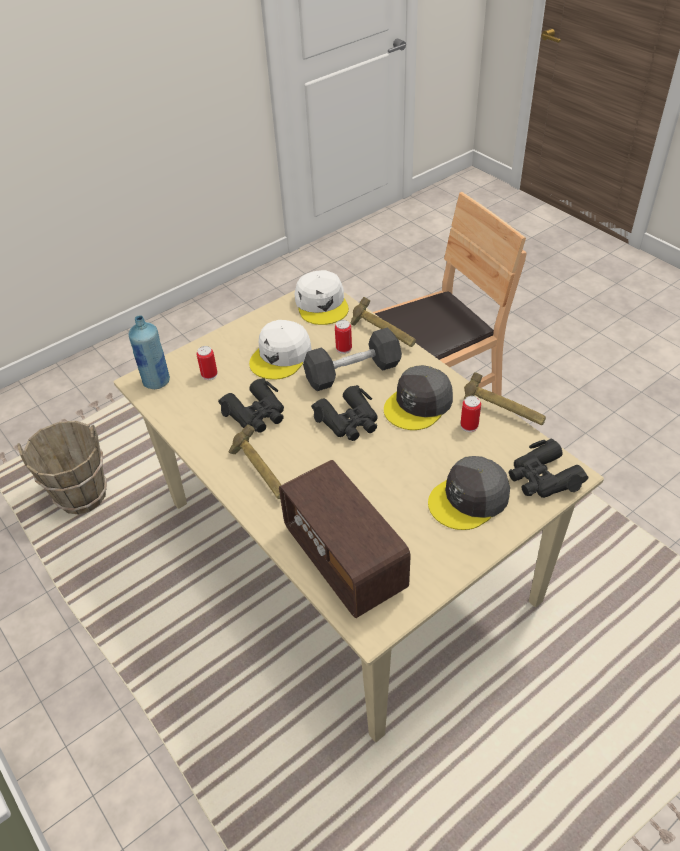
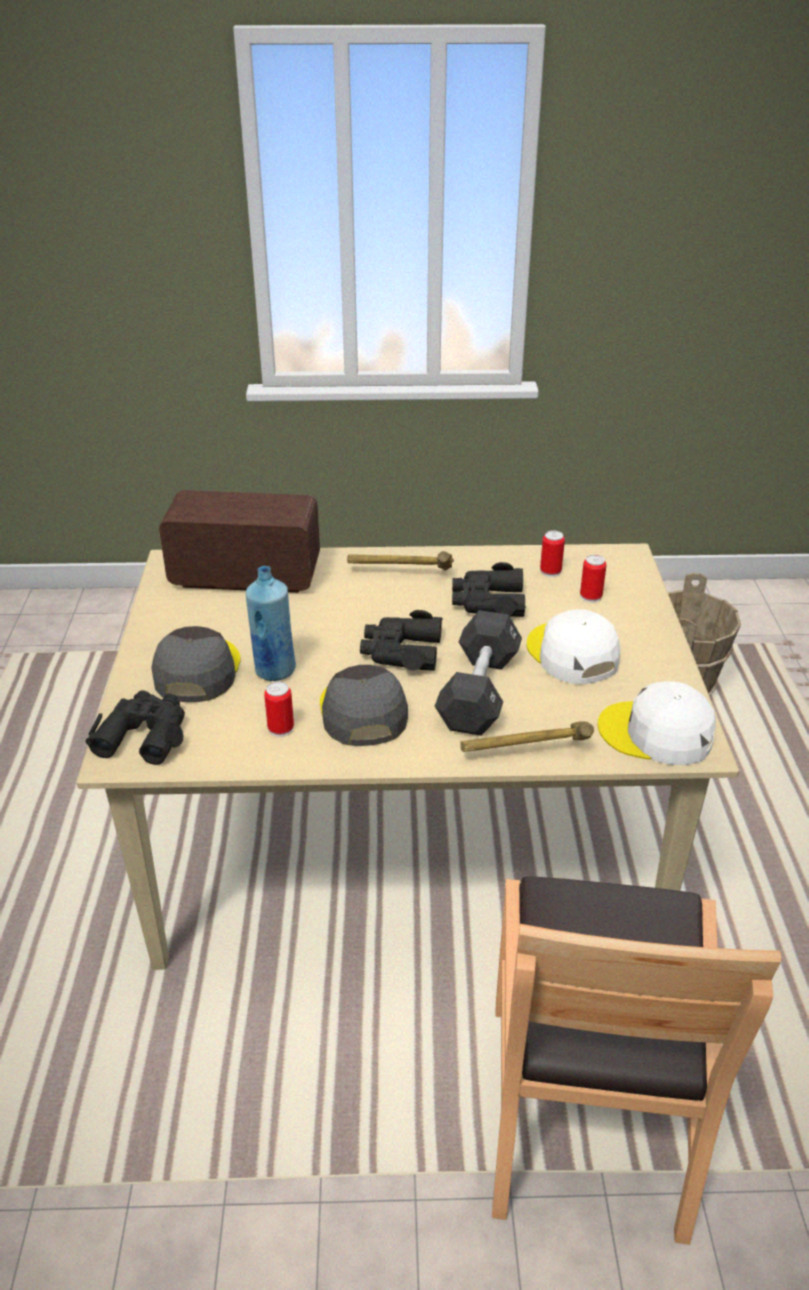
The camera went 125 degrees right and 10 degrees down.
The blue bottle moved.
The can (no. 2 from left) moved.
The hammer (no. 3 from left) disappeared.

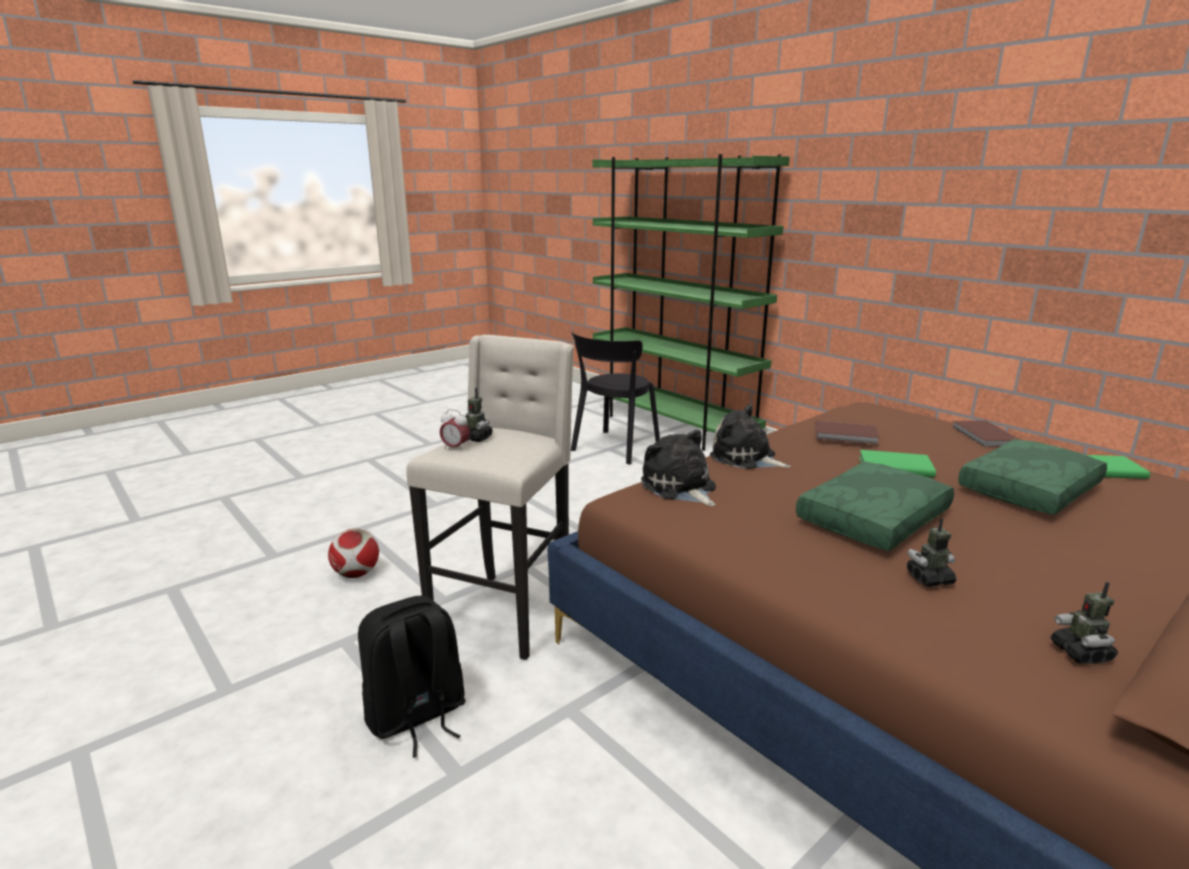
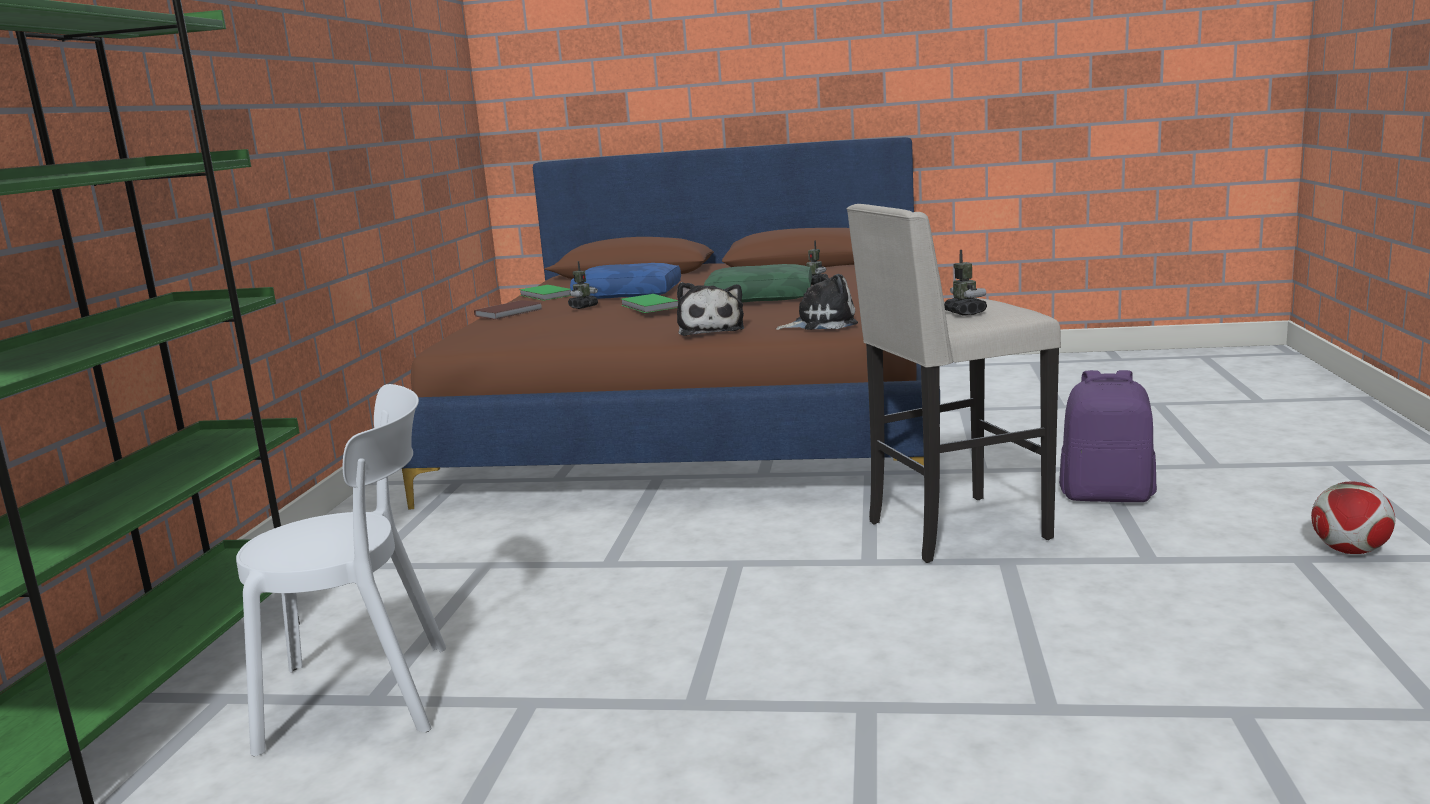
The camera went 130 degrees left and 5 degrees down.
The football moved.
The black backpack became the purple backpack.
The alarm clock disappeared.
The black chair became the white chair.
The plush toy (no. 1 from left in the first image) turned 120 degrees counterclockwise.
The brown book (no. 1 from left) disappeared.
The green pillow (no. 2 from left) became the blue pillow.
The toy robot (no. 3 from left in the first image) moved.

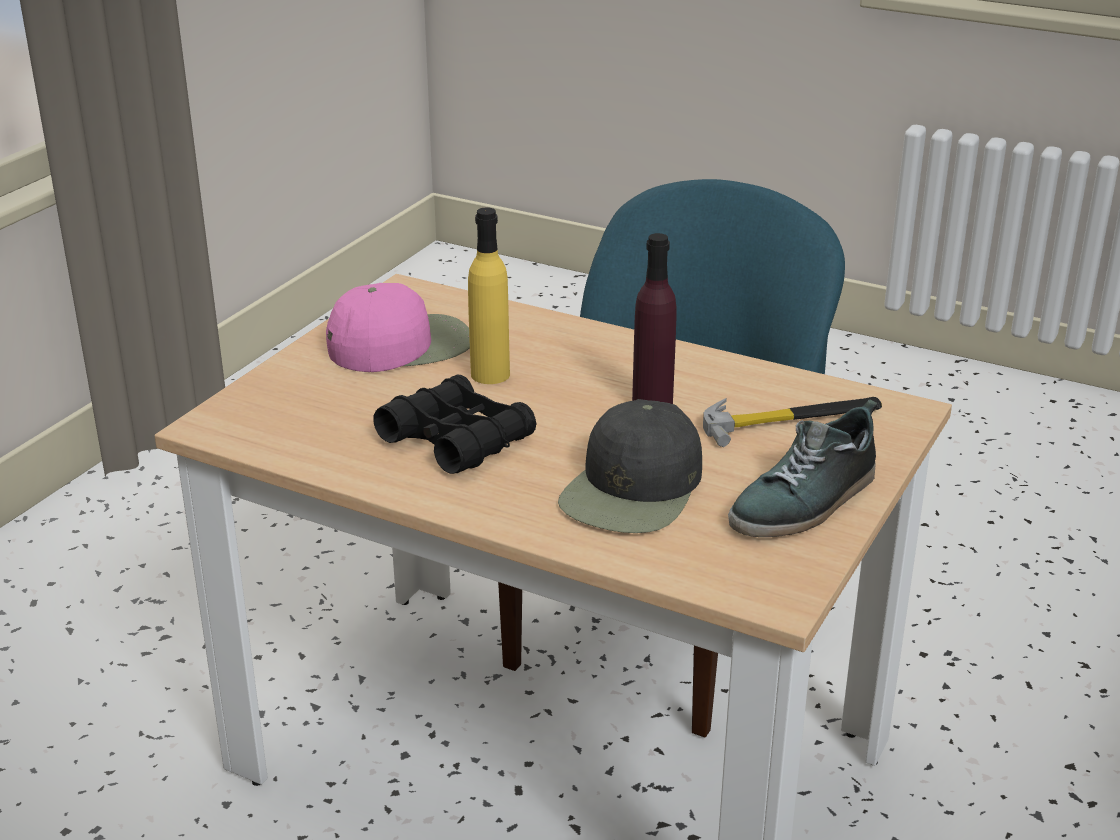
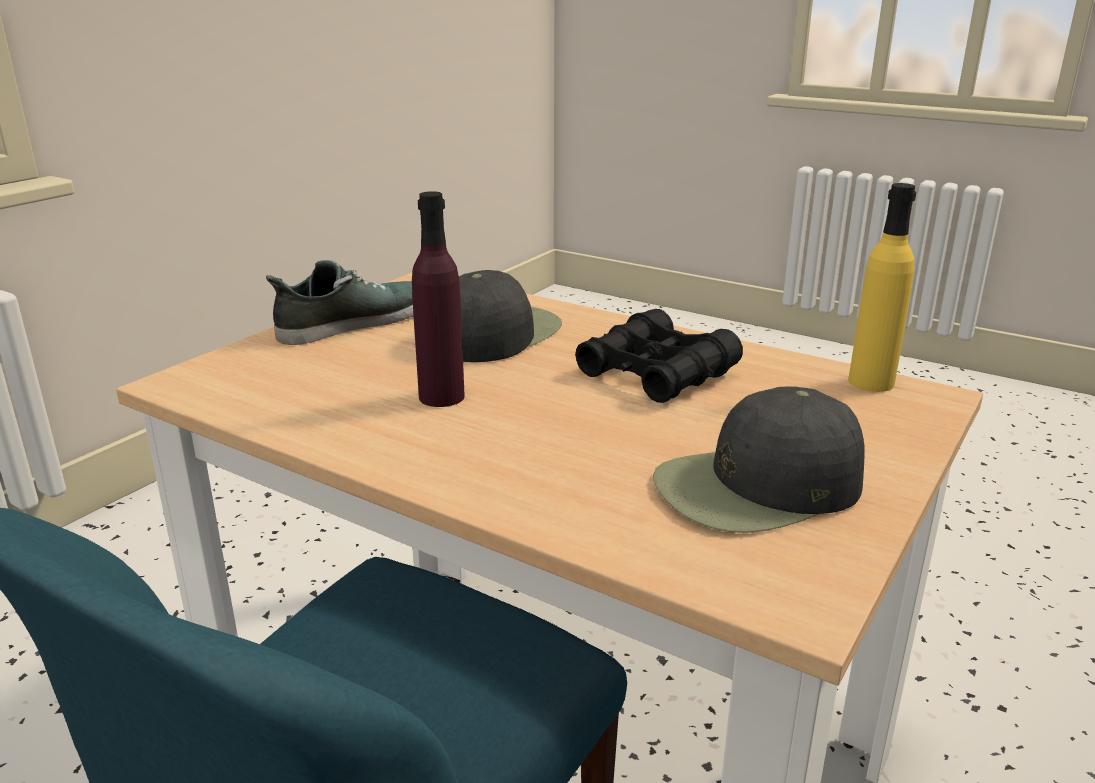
The camera went 175 degrees left and 5 degrees down.
The pink cap became the black cap (no. 2 from left).
The yellow bottle moved.
The hammer disappeared.

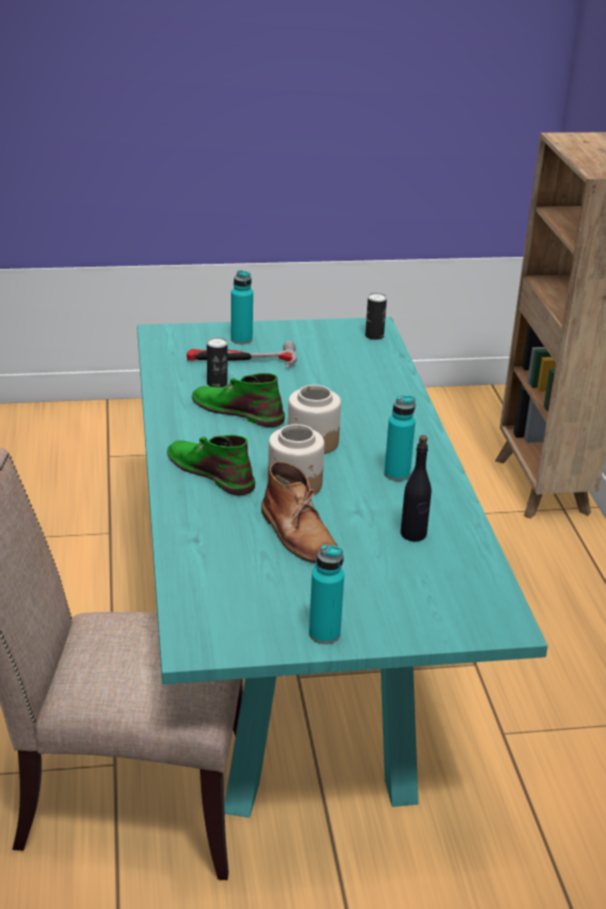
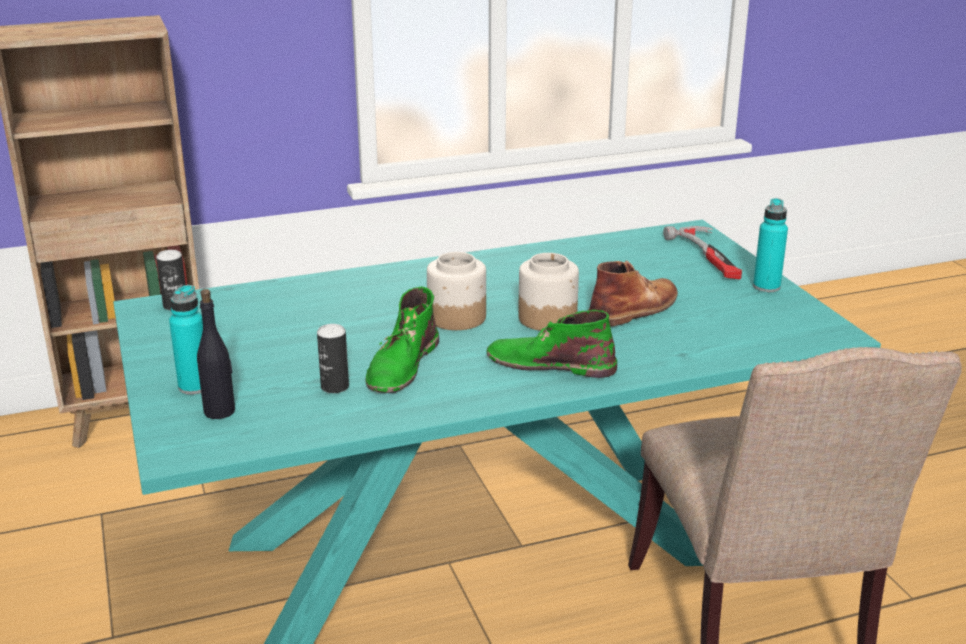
The camera went 100 degrees left and 5 degrees down.
The green boot (no. 1 from left in the first image) turned 75 degrees clockwise.
The hammer moved.
The turquoise bottle (no. 3 from left) disappeared.
The black bottle moved.

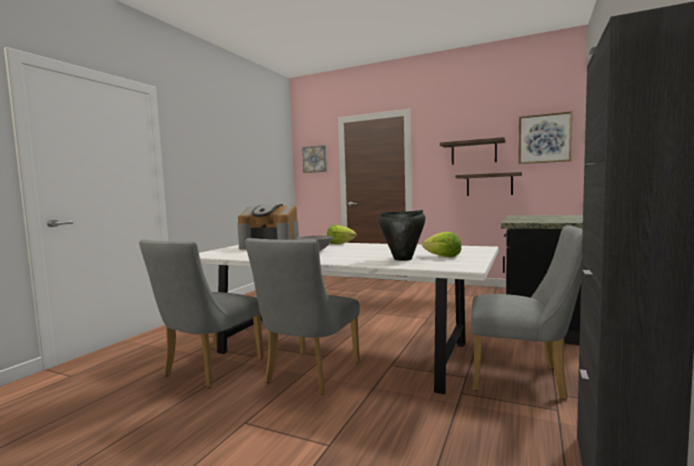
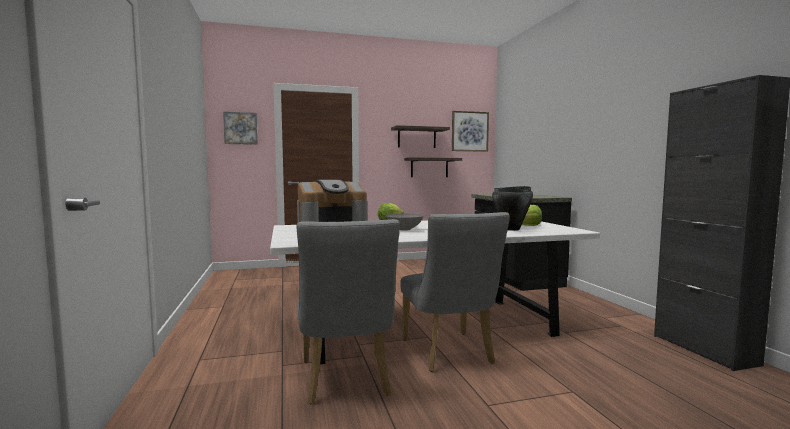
The camera went 40 degrees left and 0 degrees up.
The grey chair (no. 3 from left) disappeared.

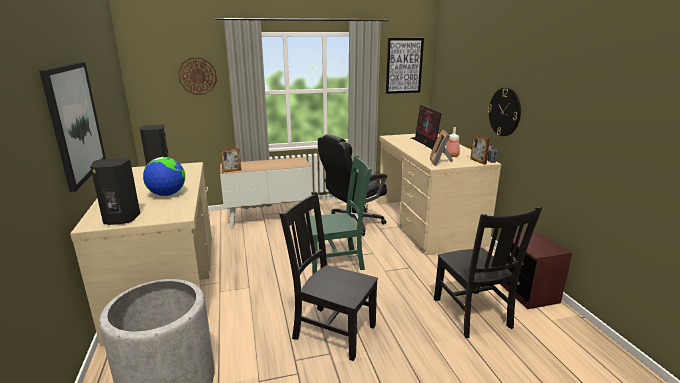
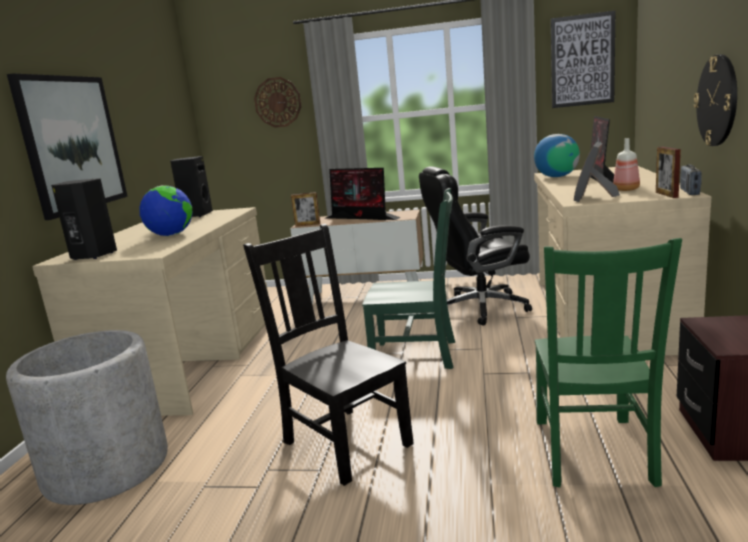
The camera went 25 degrees right and 5 degrees down.
The black chair (no. 2 from left) became the green chair (no. 2 from left).
The monitor (no. 1 from left) appeared.
The globe (no. 2 from left) appeared.

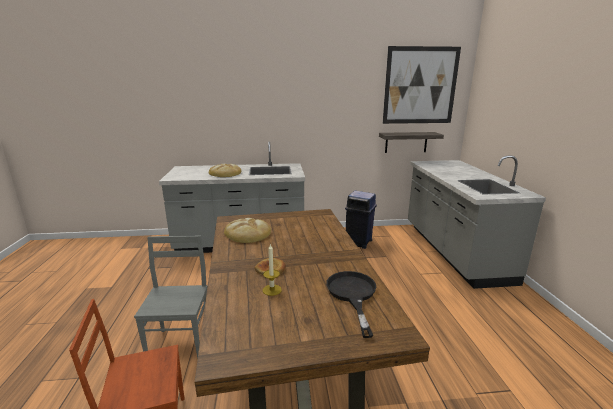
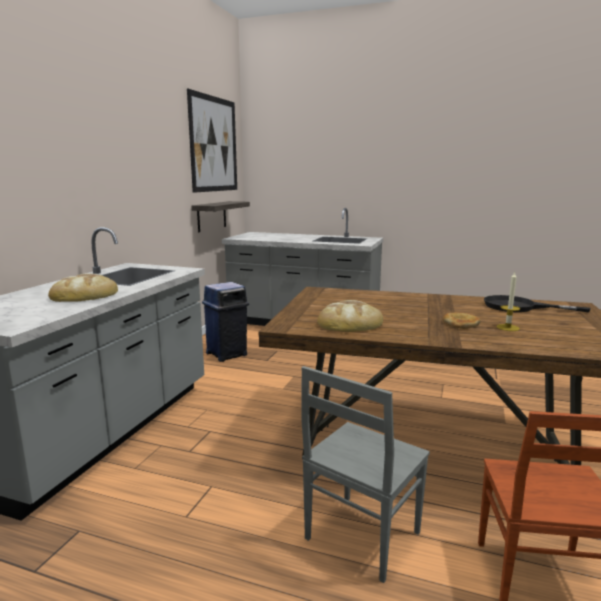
The camera went 65 degrees left and 5 degrees down.
The grey chair turned 75 degrees counterclockwise.

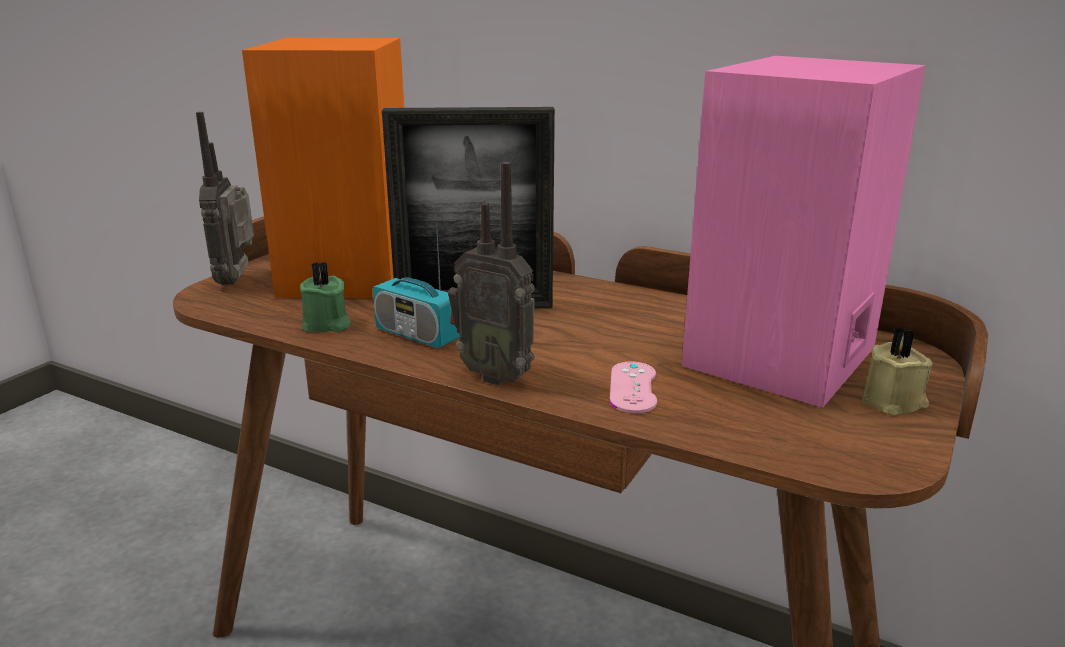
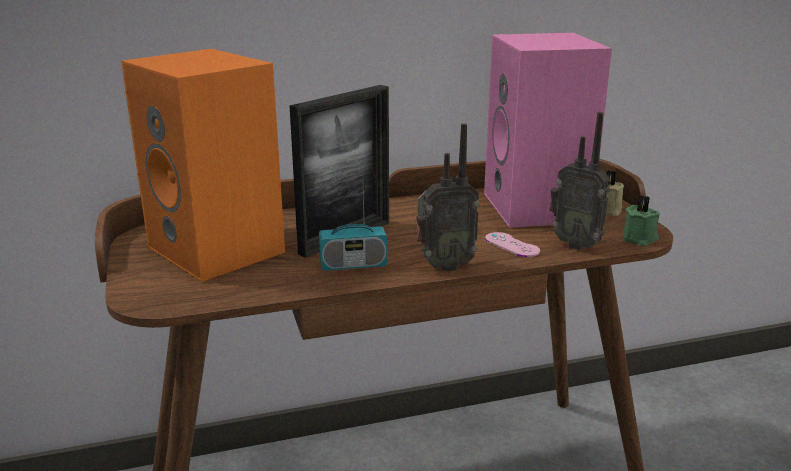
The camera went 45 degrees left and 0 degrees up.
The radio (no. 1 from left in the first image) moved.
The green candle moved.

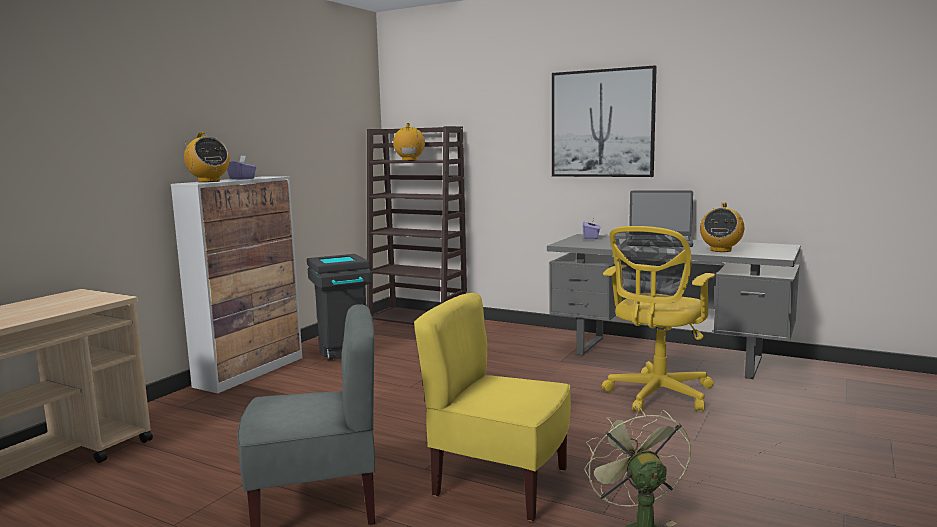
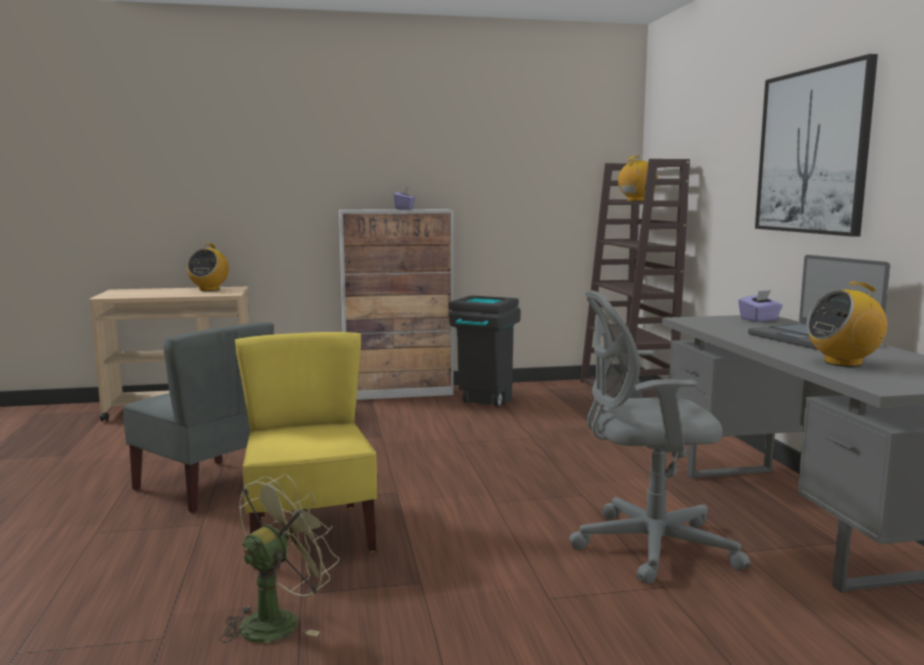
The camera went 50 degrees right and 0 degrees up.
The radio (no. 1 from left) moved.
The yellow office chair became the grey office chair.

